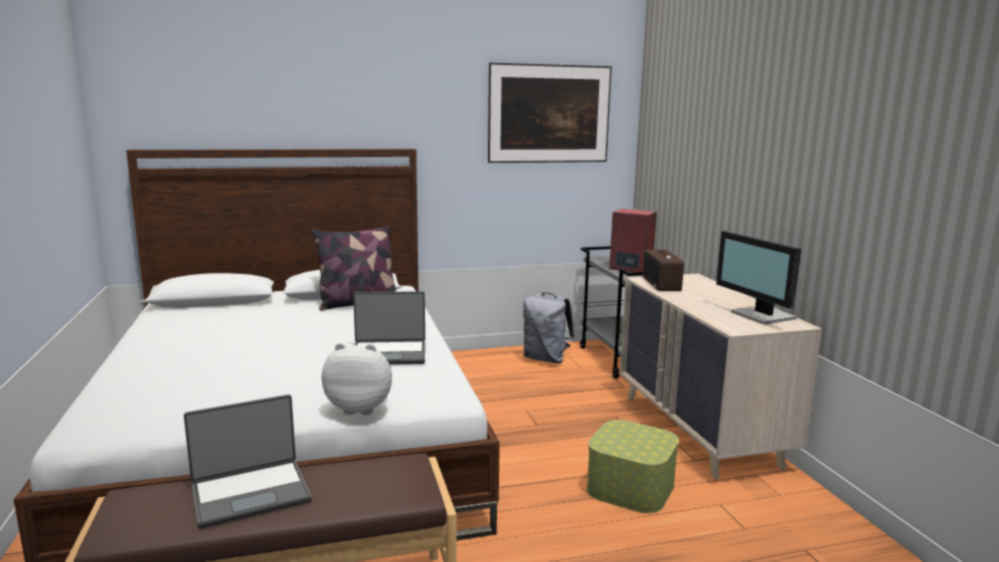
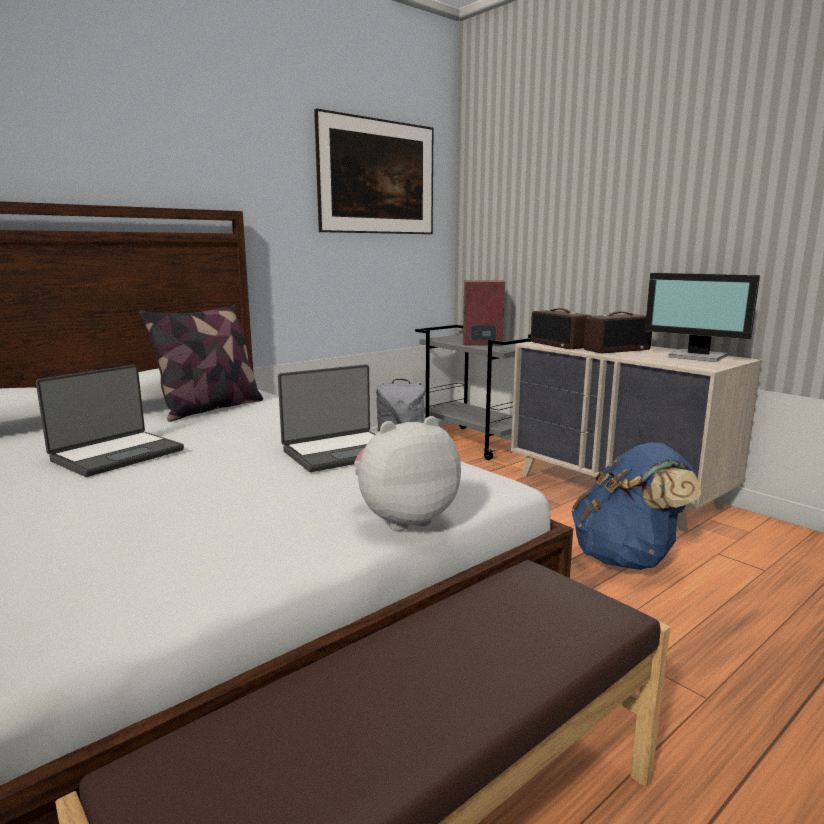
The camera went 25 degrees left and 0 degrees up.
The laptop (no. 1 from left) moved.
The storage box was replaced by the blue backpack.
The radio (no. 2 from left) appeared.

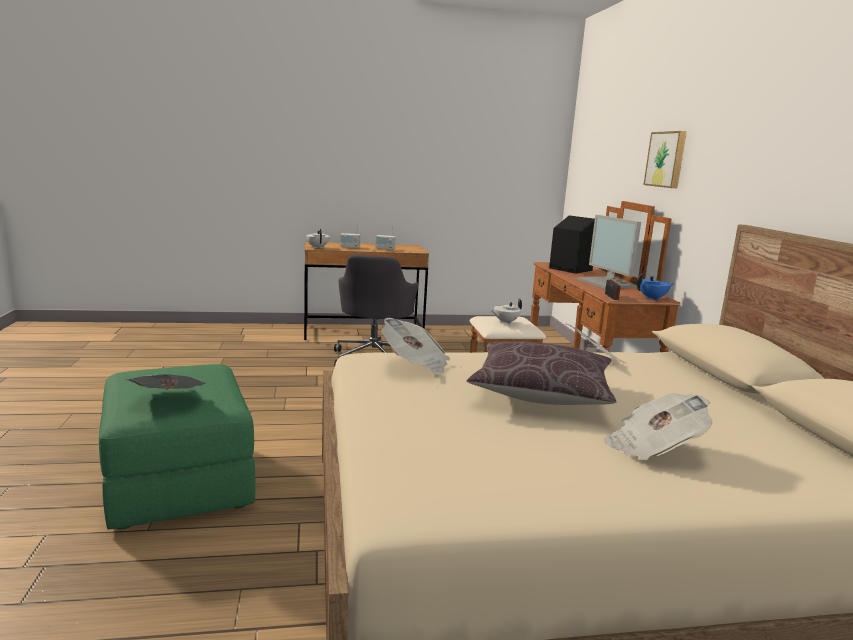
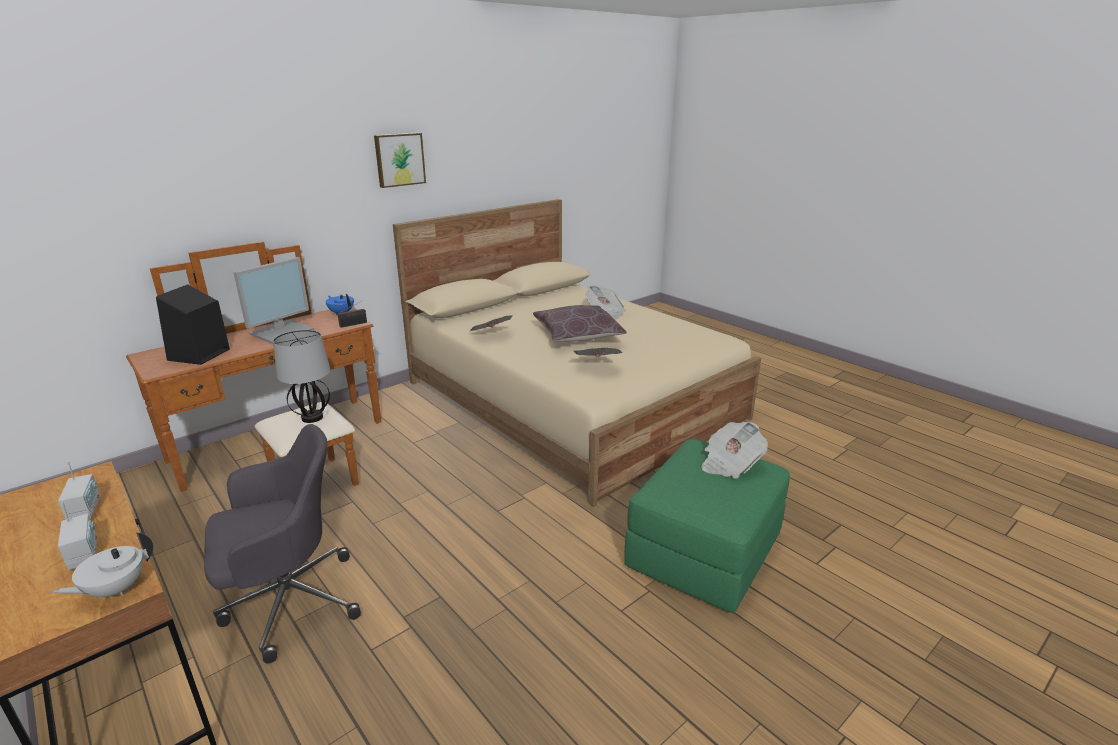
The camera went 120 degrees left and 10 degrees up.
The white teapot (no. 2 from left) was replaced by the table lamp.
The picture moved.

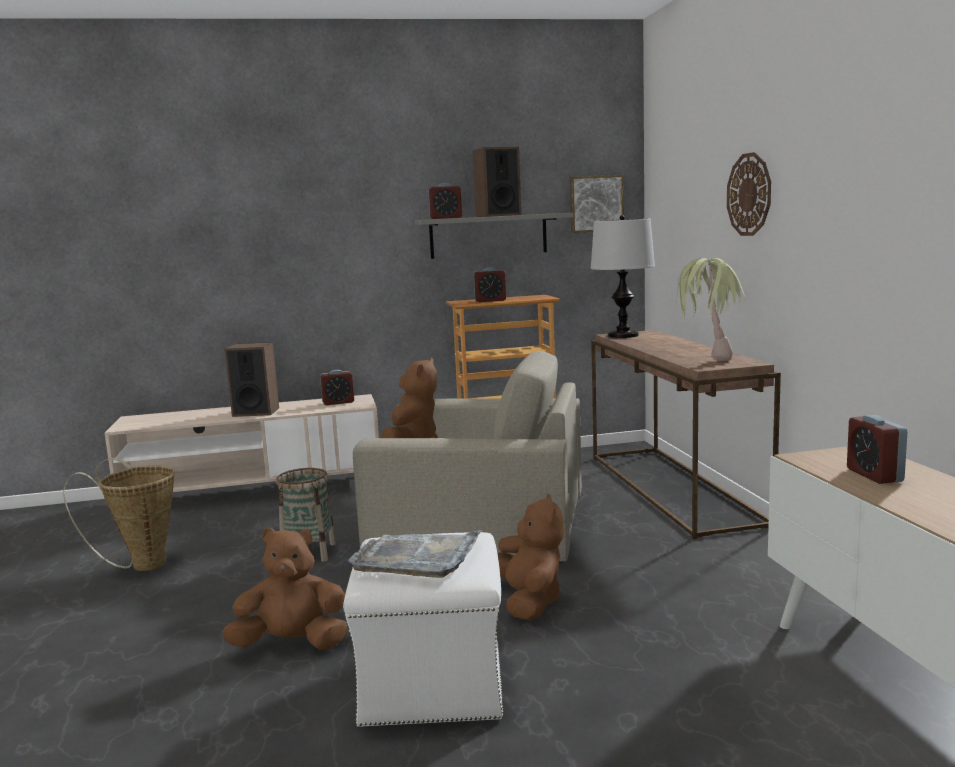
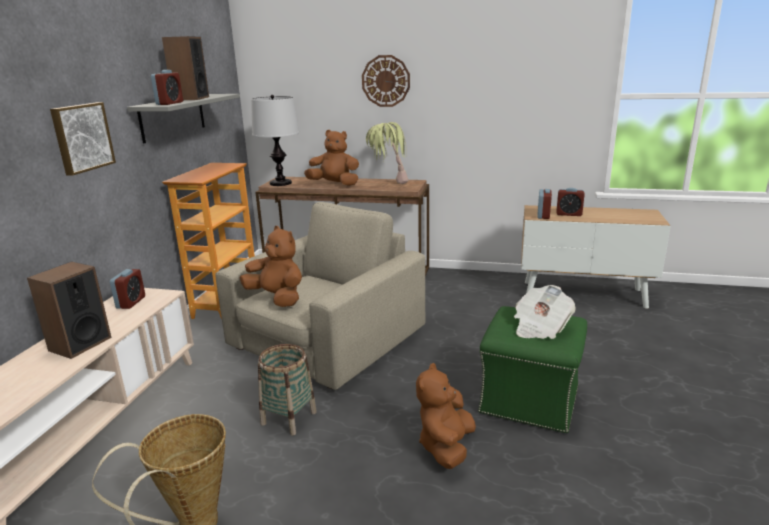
The camera went 65 degrees left and 10 degrees up.
The white ottoman became the green ottoman.
The grey tray was replaced by the newspaper.
The alarm clock (no. 3 from left) moved.
The brown plush toy (no. 3 from left in the first image) moved.
The picture moved.

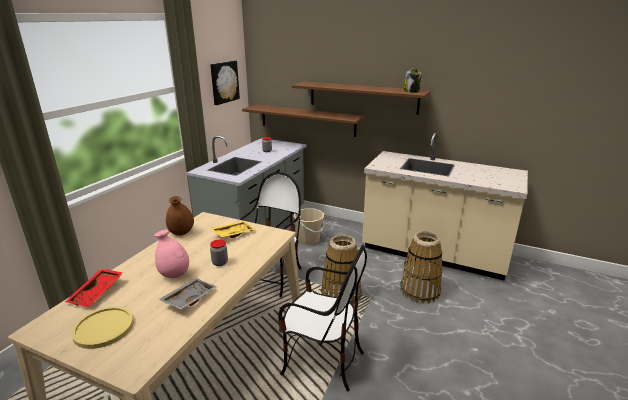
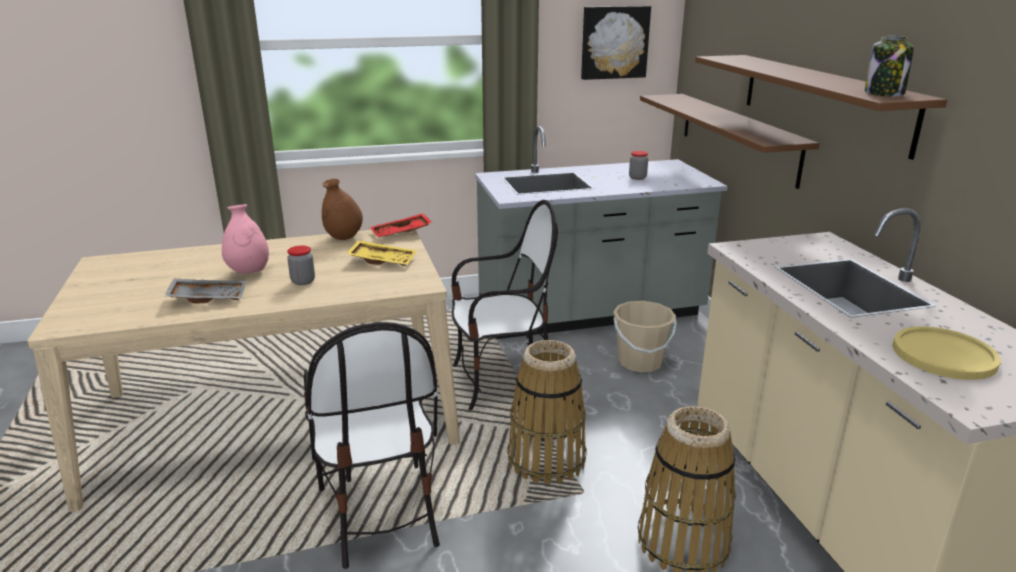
The camera went 50 degrees right and 0 degrees up.
The red tray moved.
The yellow plate moved.

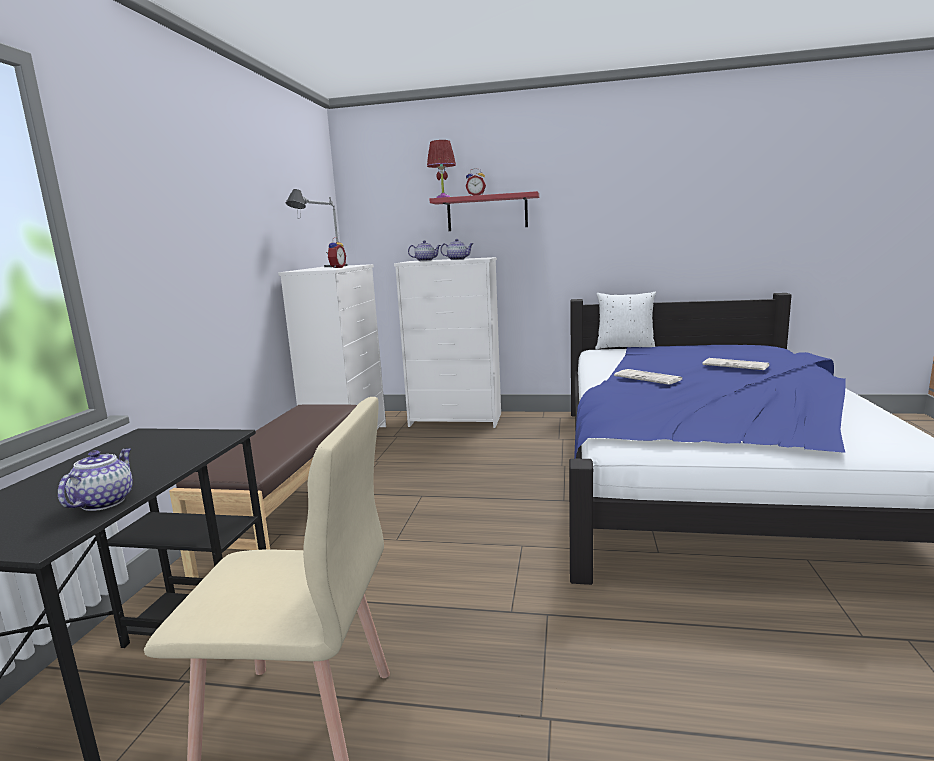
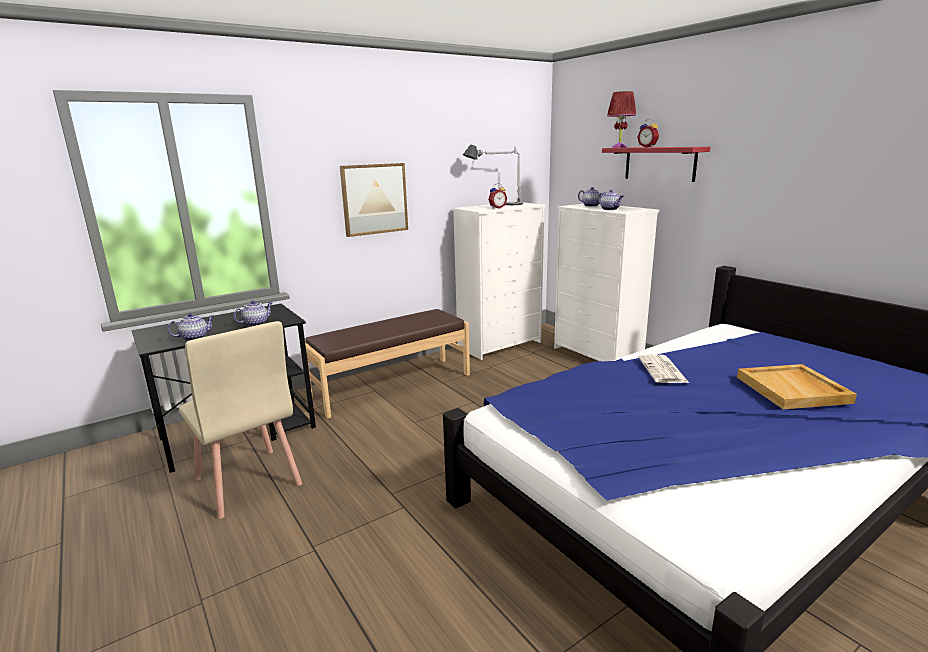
The camera went 45 degrees right and 5 degrees up.
The white pillow disappeared.
The newspaper (no. 2 from left) was replaced by the beige tray.
The teapot (no. 2 from left) appeared.
The picture appeared.

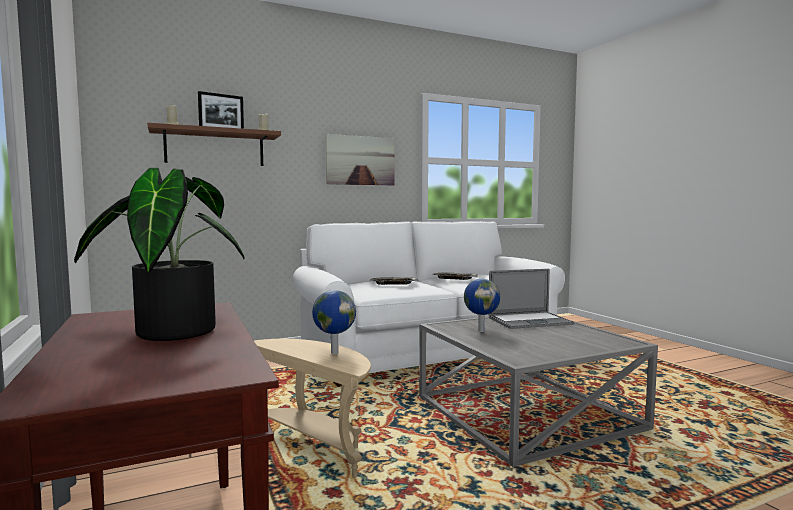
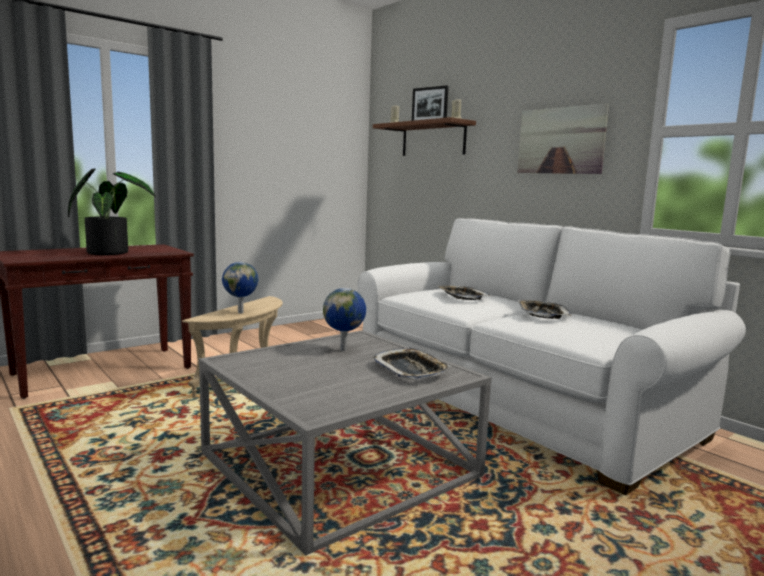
The camera went 75 degrees right and 5 degrees up.
The laptop was replaced by the tray (no. 1 from left).

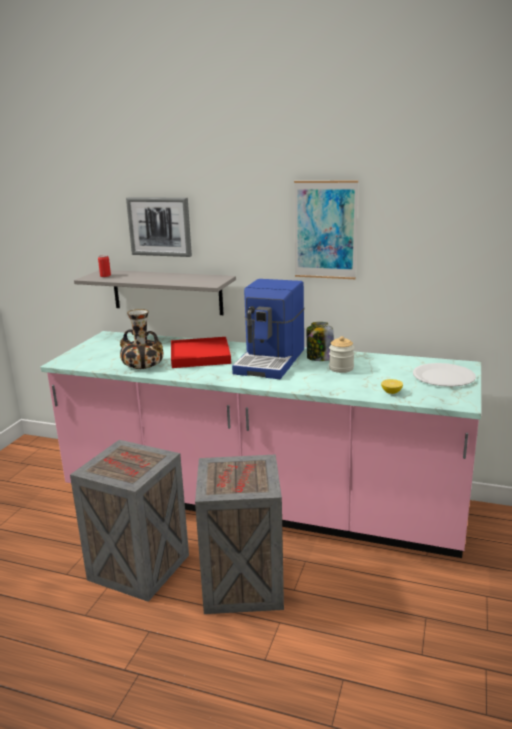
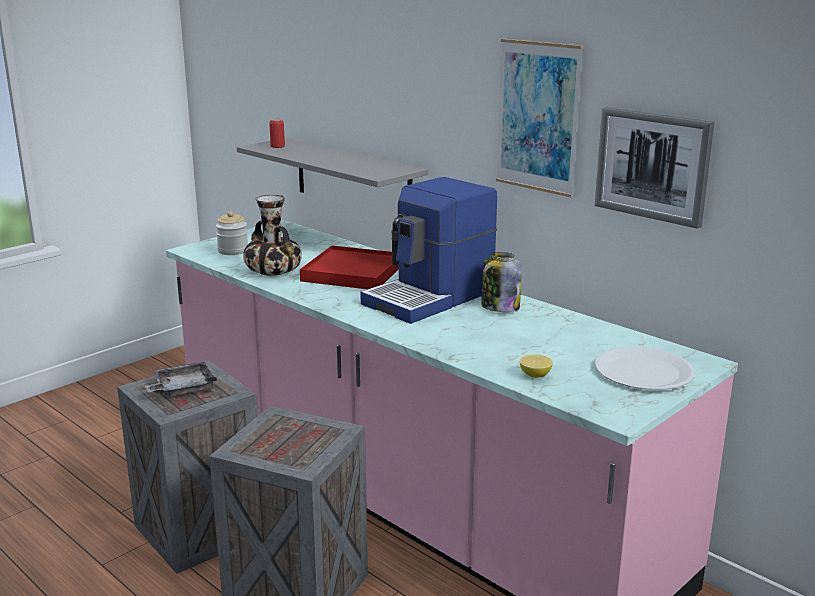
The camera went 25 degrees right and 0 degrees up.
The picture (no. 1 from left in the first image) moved.
The jar (no. 2 from left in the first image) moved.
The grey tray appeared.

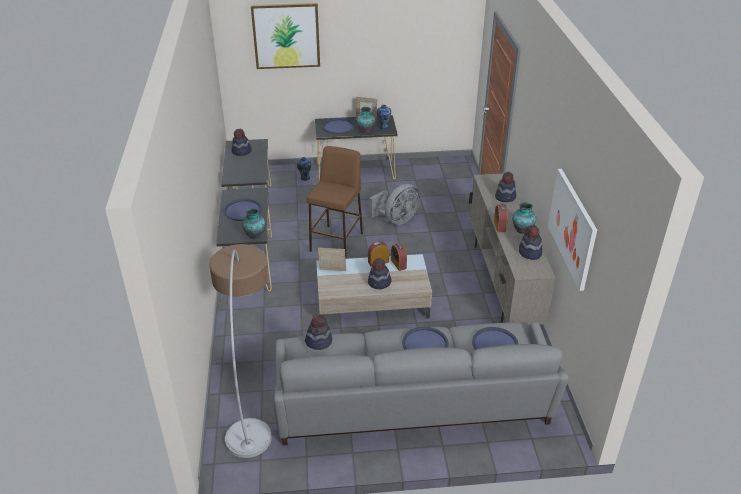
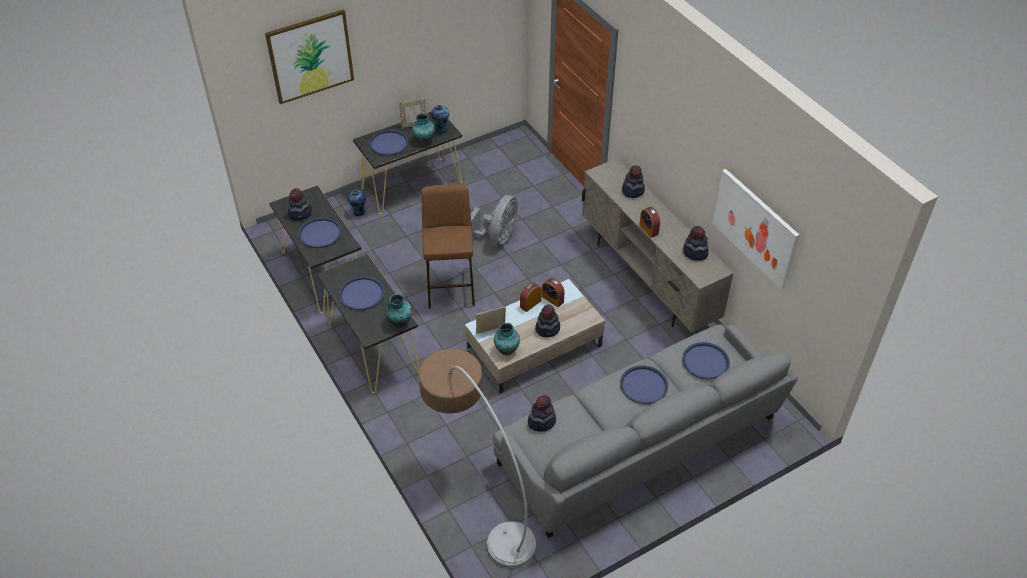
The camera went 25 degrees left and 10 degrees up.
The vase (no. 5 from left) moved.
The blue tray (no. 1 from left) appeared.

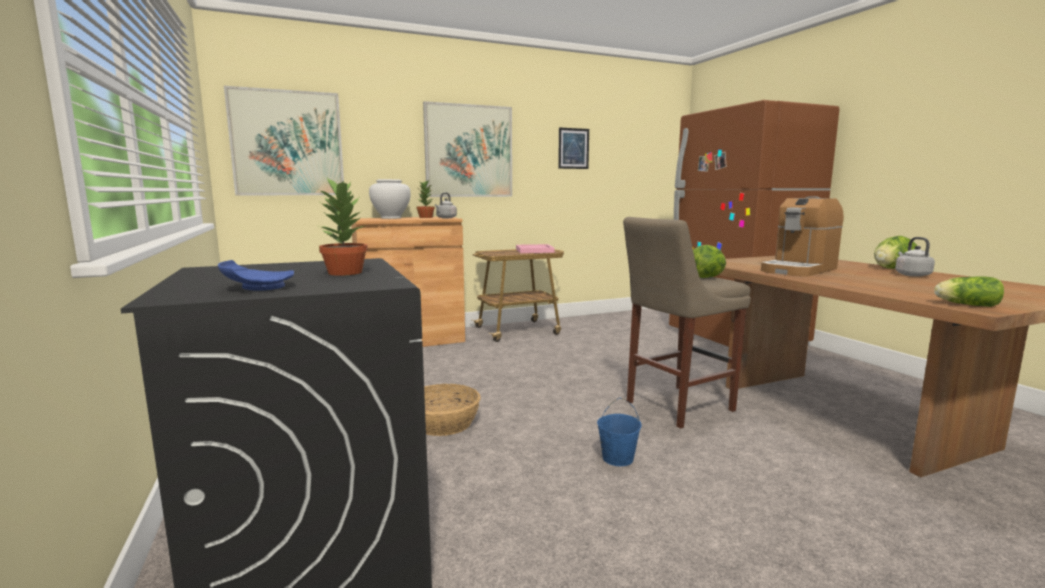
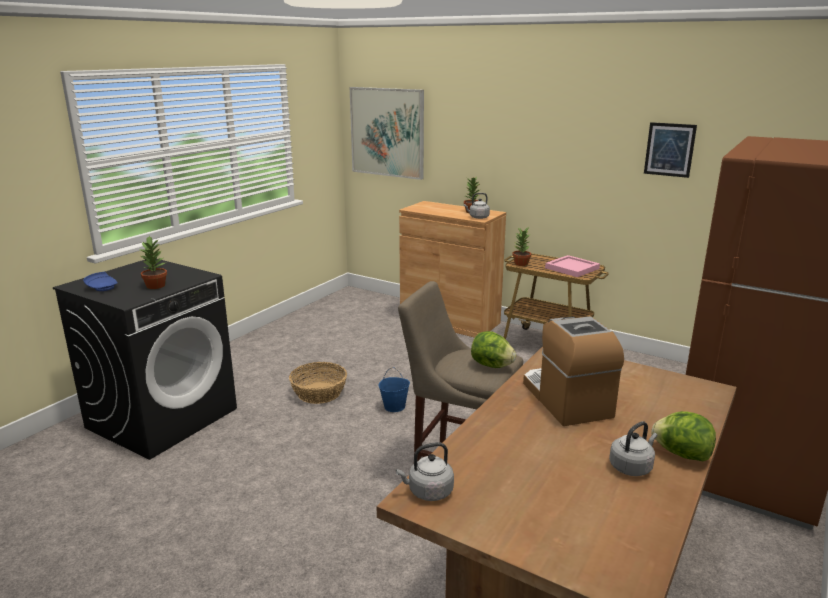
The camera went 55 degrees right and 10 degrees up.
The white vase disappeared.
The picture (no. 2 from left) disappeared.
The blue bucket moved.
The coffee machine turned 60 degrees clockwise.
The lettuce (no. 3 from left) was replaced by the grey kettle (no. 1 from left).
The potted plant (no. 3 from left) appeared.

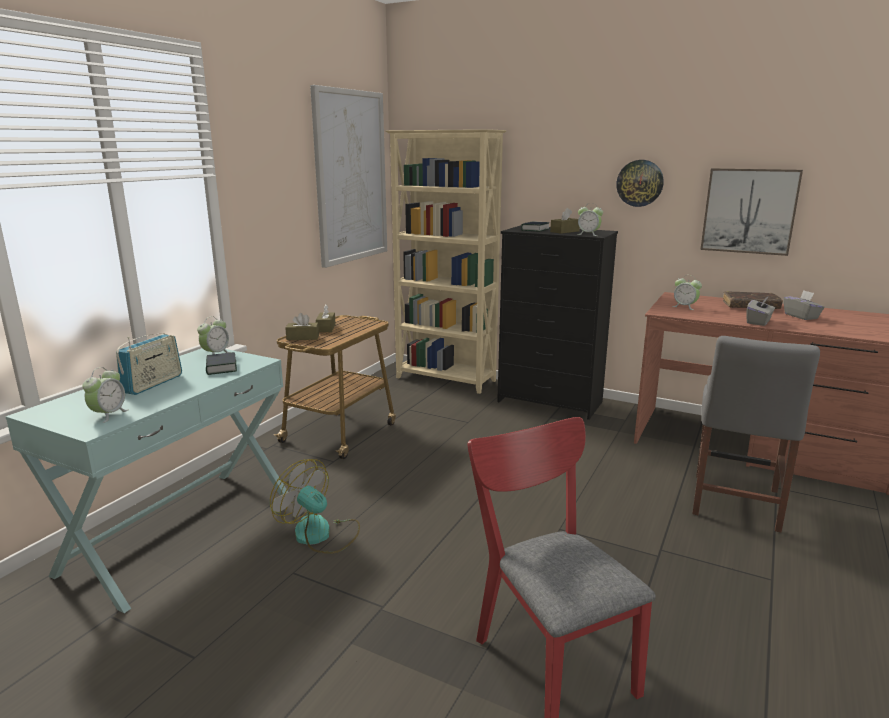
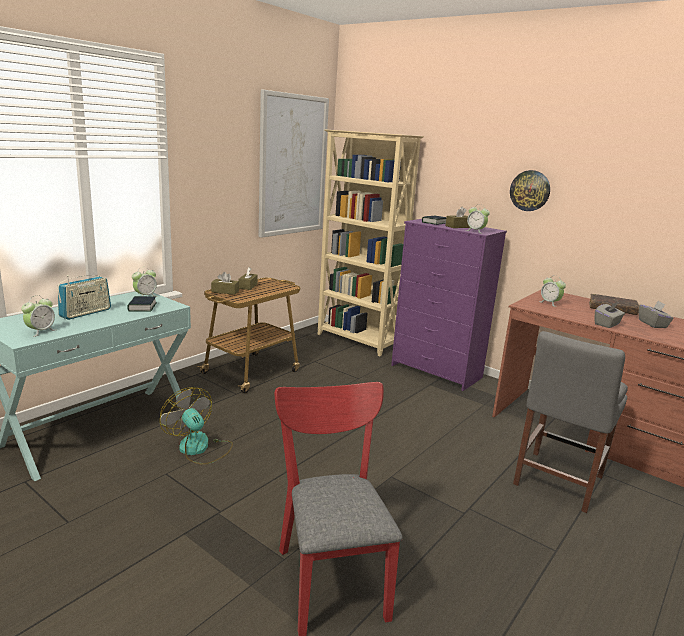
The camera went 10 degrees right and 0 degrees up.
The black dresser became the purple dresser.
The picture (no. 2 from left) disappeared.

